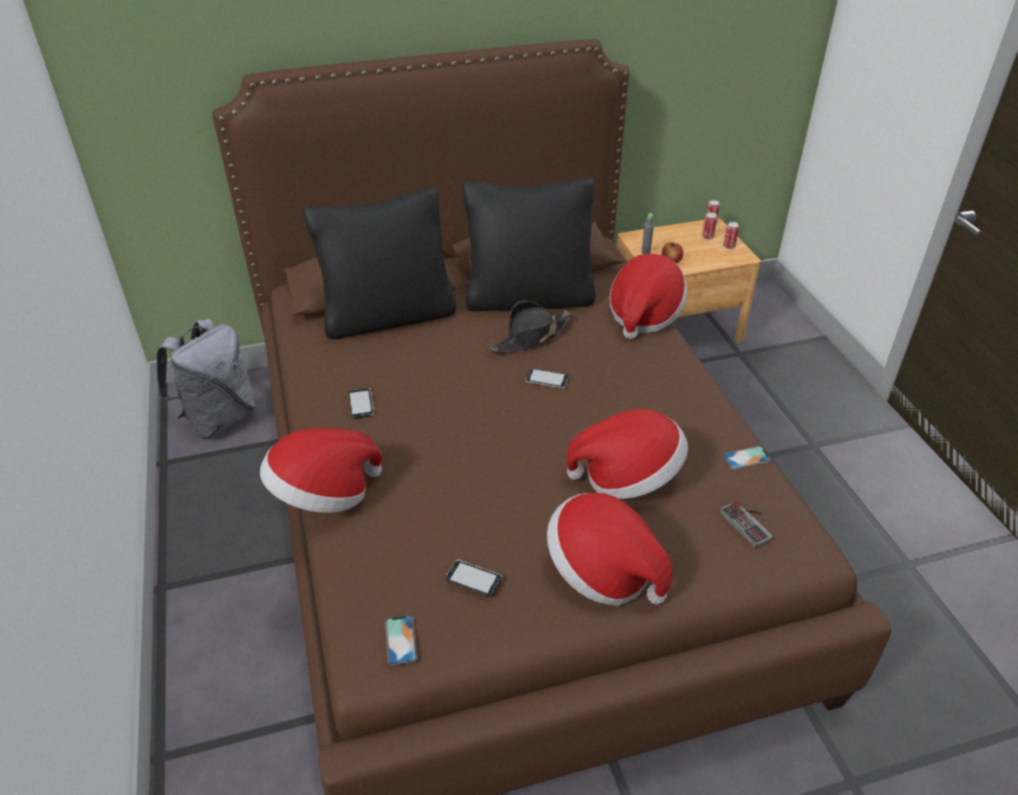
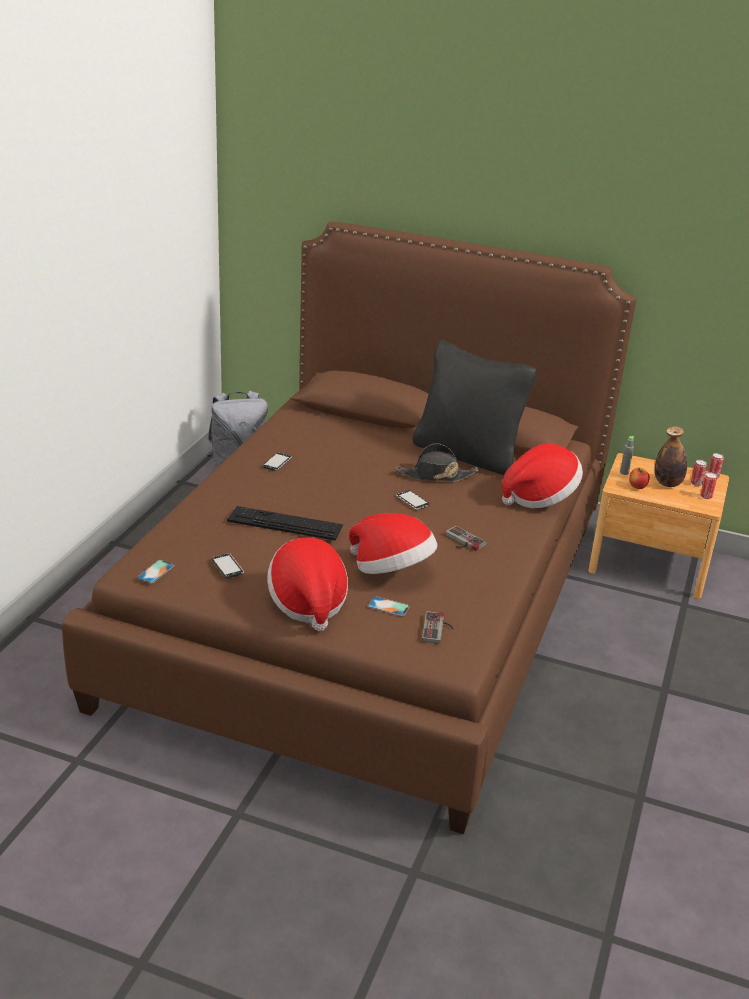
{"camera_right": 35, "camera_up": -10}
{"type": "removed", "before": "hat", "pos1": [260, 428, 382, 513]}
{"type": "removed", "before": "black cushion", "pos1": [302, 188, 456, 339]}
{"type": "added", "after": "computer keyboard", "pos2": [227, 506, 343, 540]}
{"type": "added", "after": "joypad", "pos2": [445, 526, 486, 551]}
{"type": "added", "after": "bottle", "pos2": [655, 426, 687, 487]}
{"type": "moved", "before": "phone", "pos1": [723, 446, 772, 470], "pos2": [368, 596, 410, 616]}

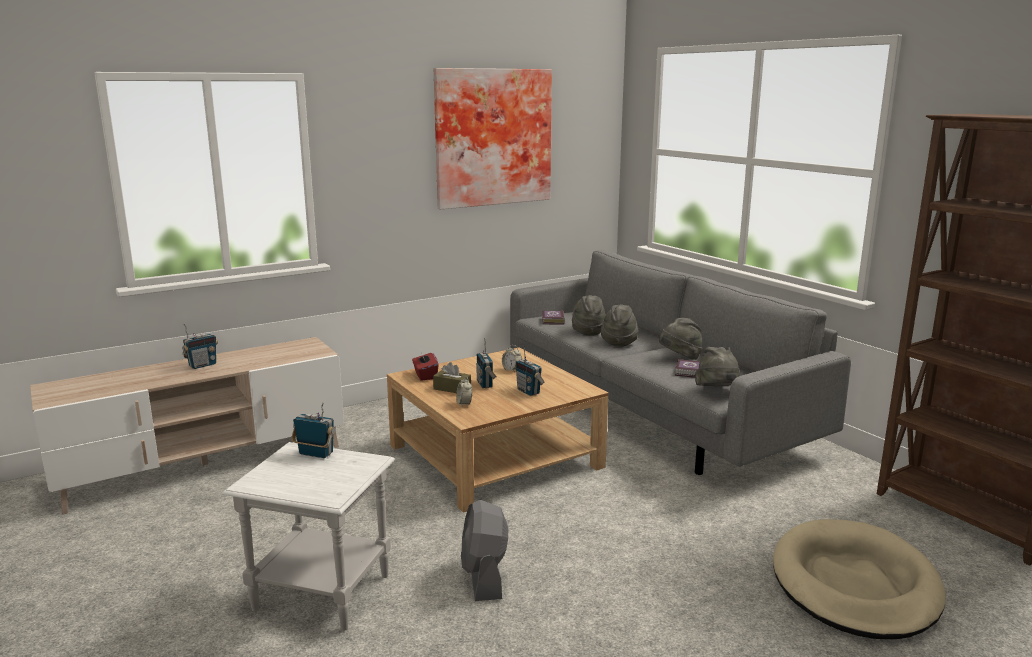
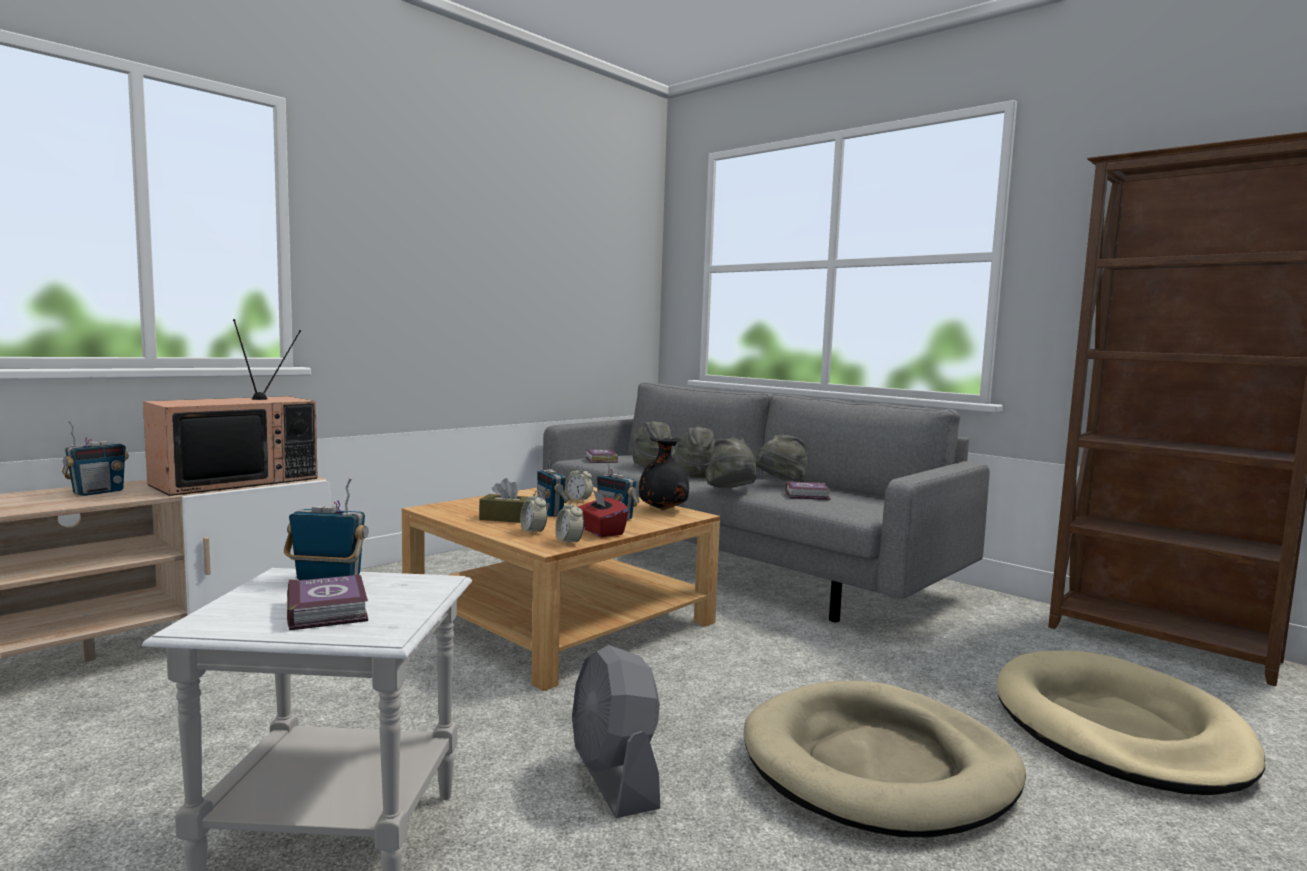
{"camera_right": -15, "camera_up": -10}
{"type": "removed", "before": "wall art", "pos1": [434, 68, 552, 209]}
{"type": "added", "after": "TV set", "pos2": [143, 319, 318, 496]}
{"type": "added", "after": "book", "pos2": [287, 575, 368, 631]}
{"type": "added", "after": "alarm clock", "pos2": [555, 499, 584, 545]}
{"type": "added", "after": "black flower vase", "pos2": [639, 437, 689, 510]}
{"type": "added", "after": "sand-coloured pet bed", "pos2": [743, 681, 1026, 837]}
{"type": "moved", "before": "red-coloured tissue holder", "pos1": [412, 349, 438, 381], "pos2": [578, 490, 629, 537]}
{"type": "moved", "before": "greyish hat", "pos1": [695, 347, 740, 386], "pos2": [706, 437, 756, 488]}

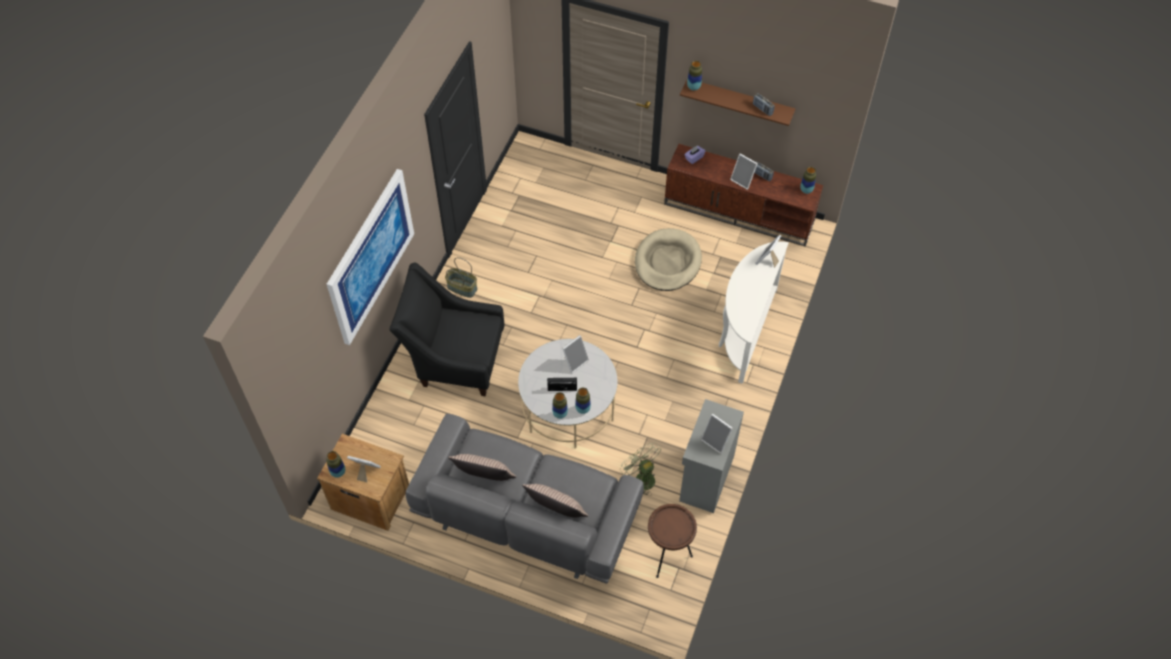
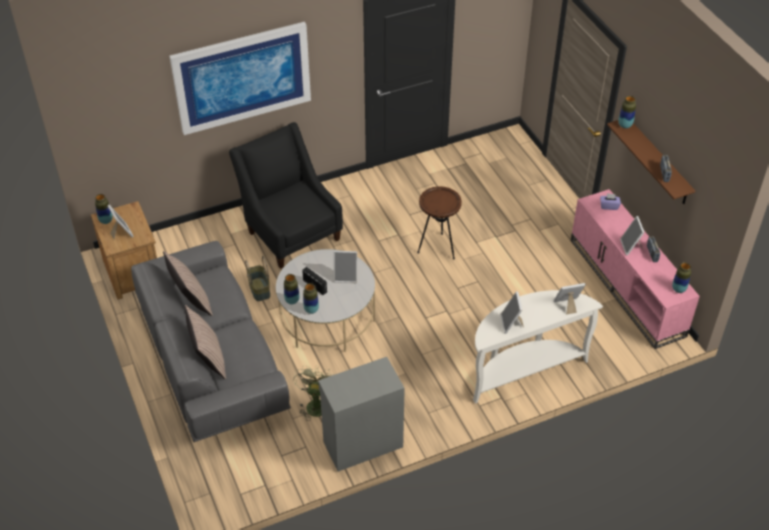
{"camera_right": 45, "camera_up": -10}
{"type": "removed", "before": "sand-coloured pet bed", "pos1": [635, 228, 702, 291]}
{"type": "moved", "before": "basket", "pos1": [445, 257, 477, 298], "pos2": [245, 256, 270, 301]}
{"type": "moved", "before": "brown-coloured end table", "pos1": [648, 504, 697, 578], "pos2": [417, 186, 462, 259]}
{"type": "moved", "before": "standing frame", "pos1": [701, 414, 733, 454], "pos2": [501, 291, 524, 334]}
{"type": "recoloured", "before": "brown-coloured media console", "after": "pink media console", "pos1": [664, 144, 823, 246], "pos2": [571, 189, 700, 349]}

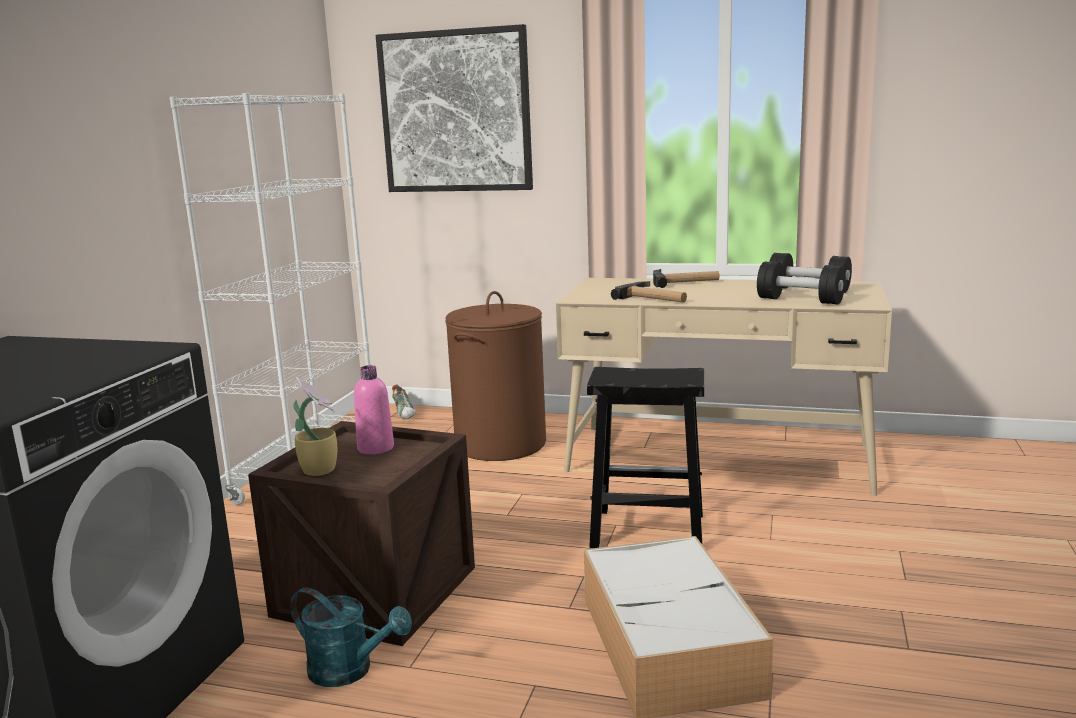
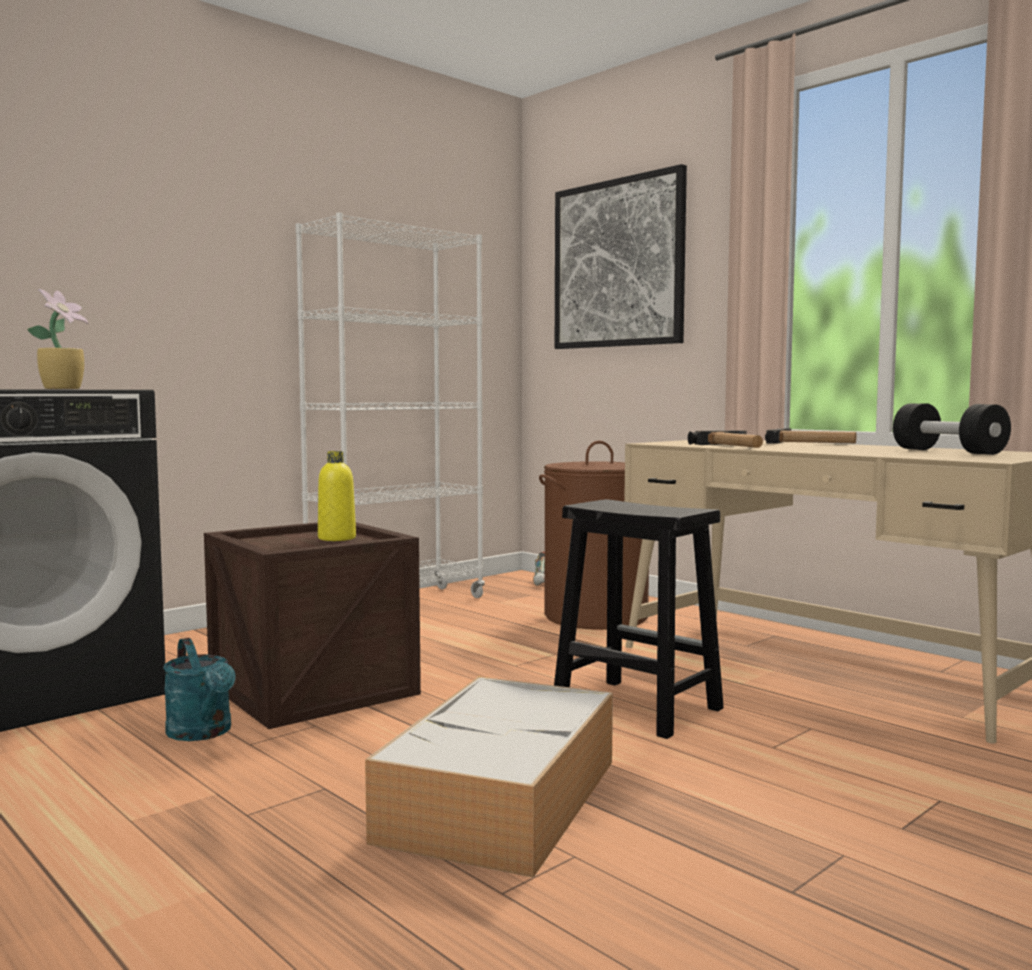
{"camera_right": 30, "camera_up": -10}
{"type": "removed", "before": "black hand weight", "pos1": [757, 262, 845, 304]}
{"type": "moved", "before": "plant in a pot", "pos1": [293, 377, 337, 476], "pos2": [27, 289, 89, 389]}
{"type": "recoloured", "before": "pink bottle", "after": "yellow bottle", "pos1": [354, 365, 394, 454], "pos2": [318, 451, 356, 541]}

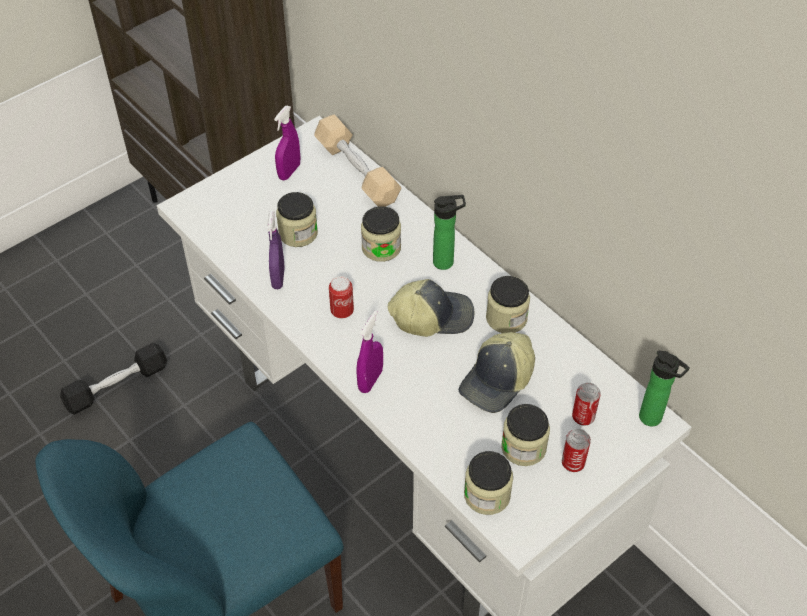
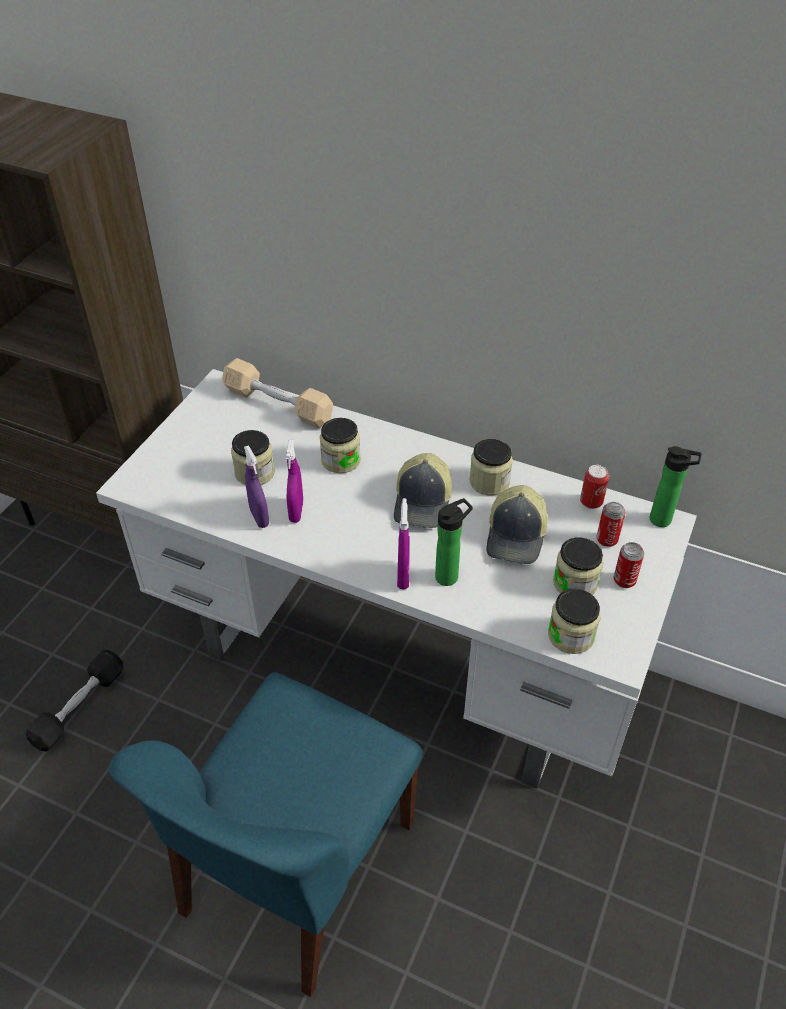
{"camera_right": -25, "camera_up": -5}
{"type": "moved", "before": "purple-coloured hand sprayer", "pos1": [274, 105, 301, 180], "pos2": [286, 440, 303, 523]}
{"type": "moved", "before": "metal can", "pos1": [329, 276, 354, 319], "pos2": [580, 465, 609, 509]}
{"type": "moved", "before": "bottle", "pos1": [433, 195, 466, 270], "pos2": [435, 498, 473, 586]}
{"type": "turned", "before": "cap", "pos1": [388, 279, 474, 337], "pos2": [394, 453, 452, 528], "turn": 135}

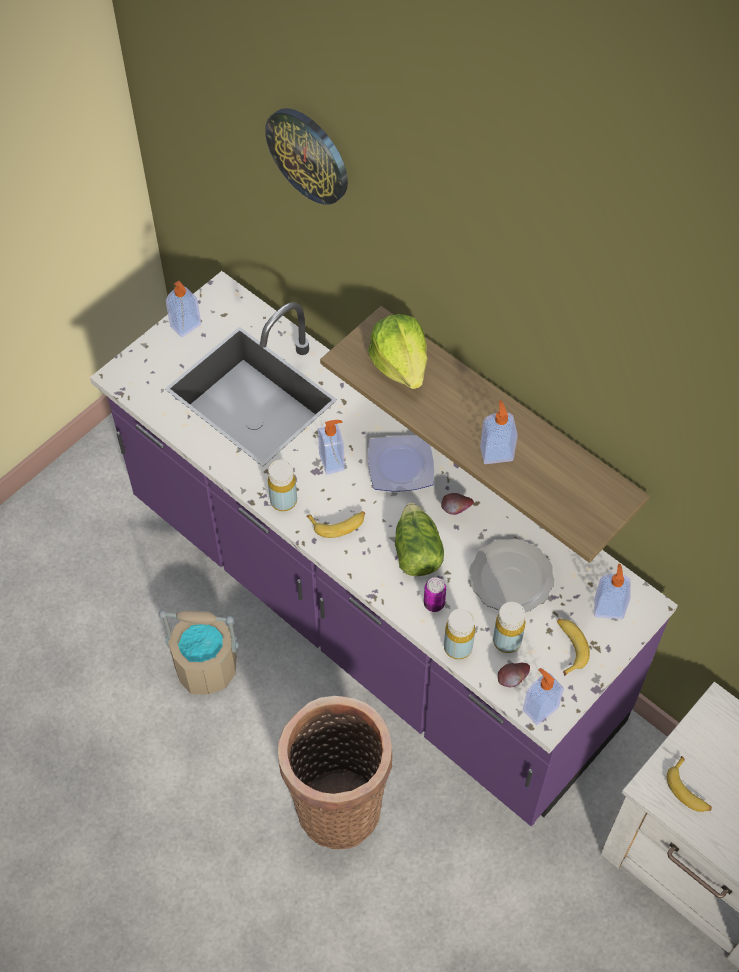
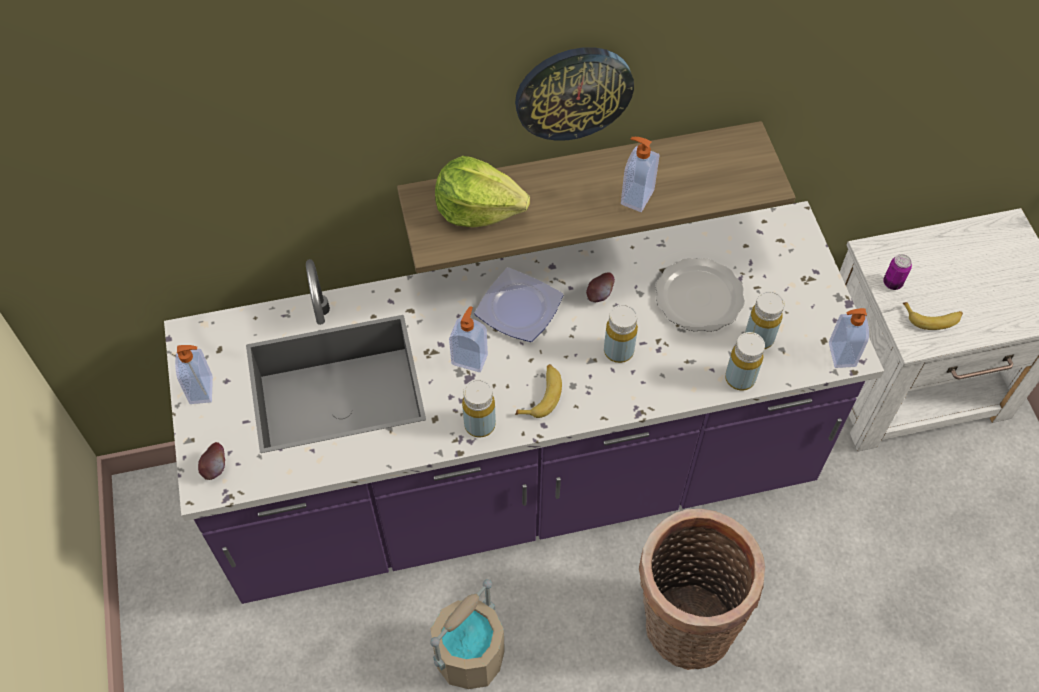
{"camera_right": -55, "camera_up": 0}
{"type": "removed", "before": "banana", "pos1": [557, 618, 590, 676]}
{"type": "removed", "before": "soap bottle", "pos1": [594, 564, 631, 619]}
{"type": "moved", "before": "hanging clock", "pos1": [265, 108, 348, 205], "pos2": [515, 47, 634, 141]}
{"type": "moved", "before": "metal can", "pos1": [424, 577, 446, 612], "pos2": [883, 254, 912, 290]}
{"type": "moved", "before": "apple fruit", "pos1": [498, 663, 530, 687], "pos2": [198, 442, 225, 480]}
{"type": "replaced", "before": "head of lettuce", "after": "yellow bottle", "pos1": [395, 503, 444, 576], "pos2": [604, 304, 638, 363]}

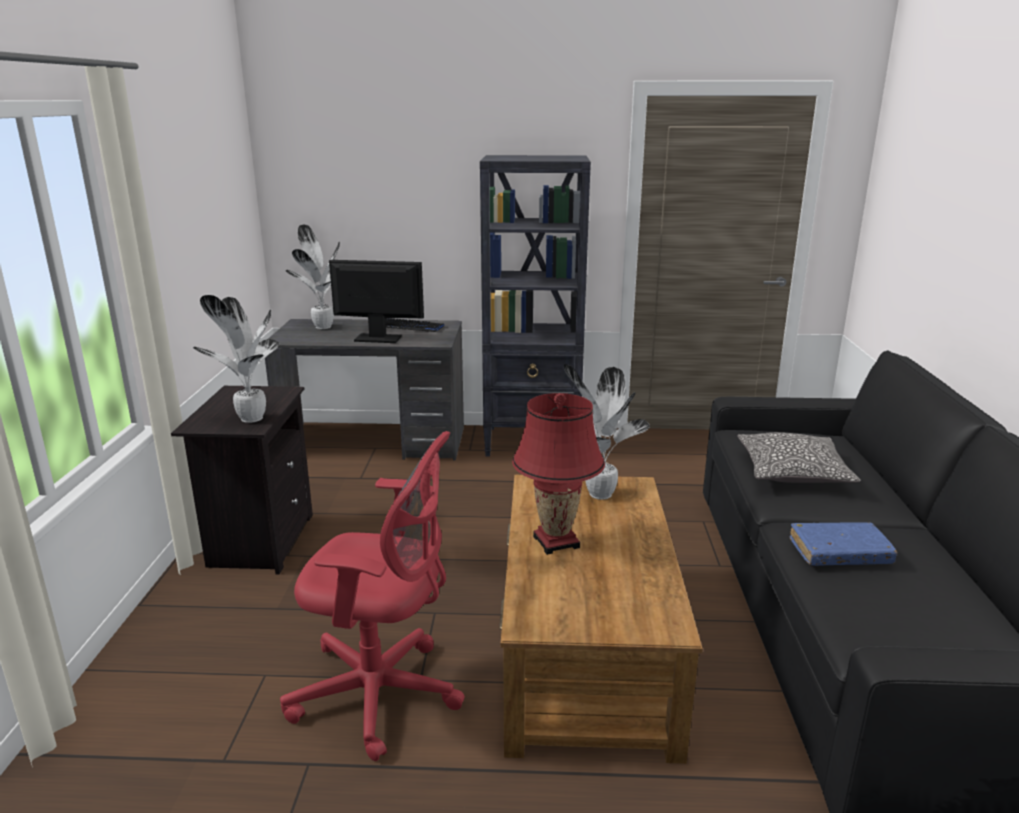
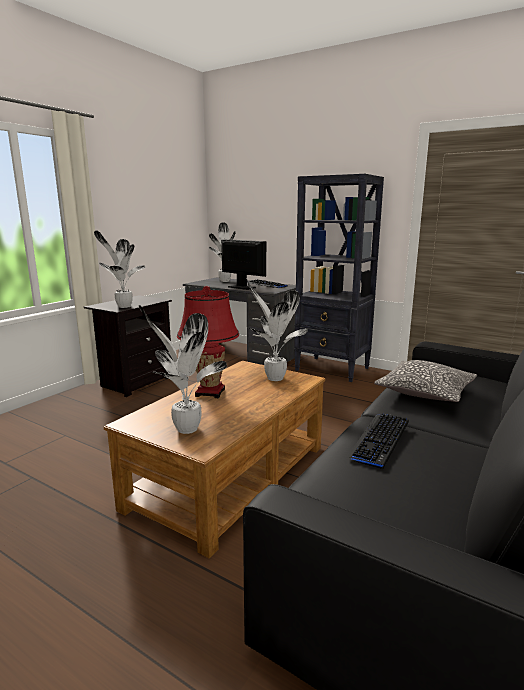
{"camera_right": 30, "camera_up": -5}
{"type": "removed", "before": "red-coloured desk chair", "pos1": [280, 431, 465, 761]}
{"type": "added", "after": "plant in a pot", "pos2": [139, 305, 227, 434]}
{"type": "replaced", "before": "bluish book", "after": "computer keyboard", "pos1": [790, 522, 897, 566], "pos2": [347, 413, 409, 469]}

